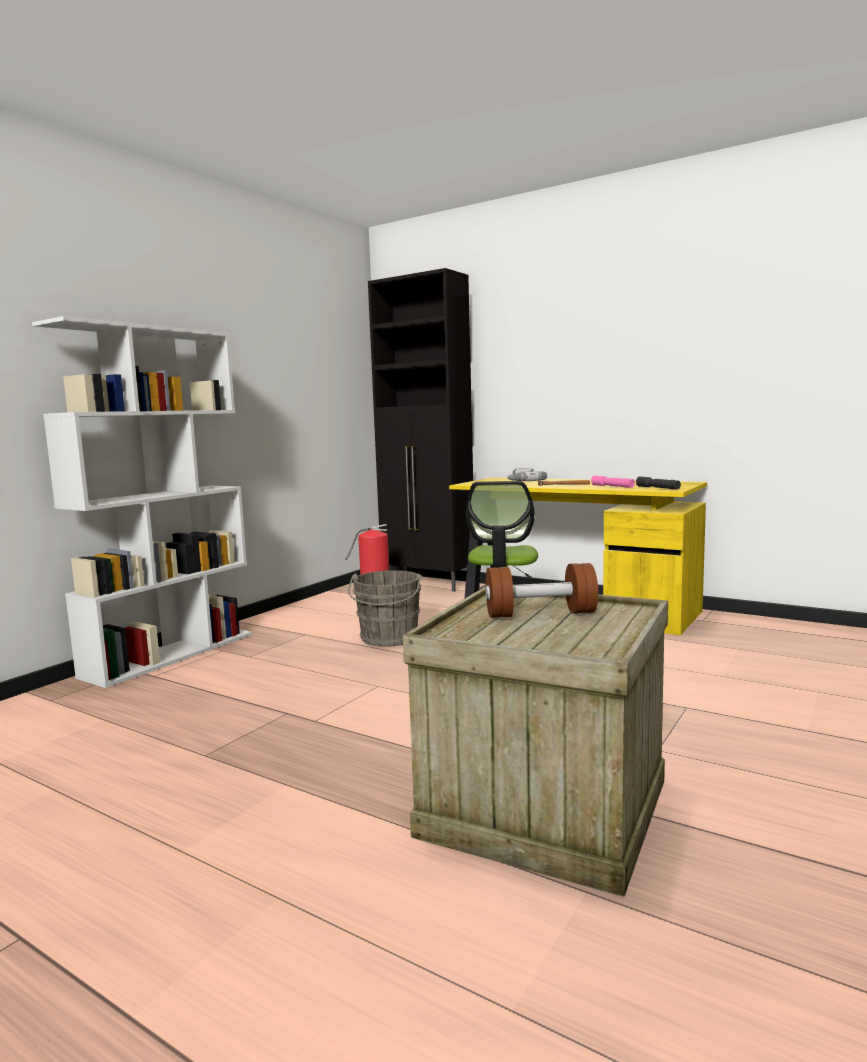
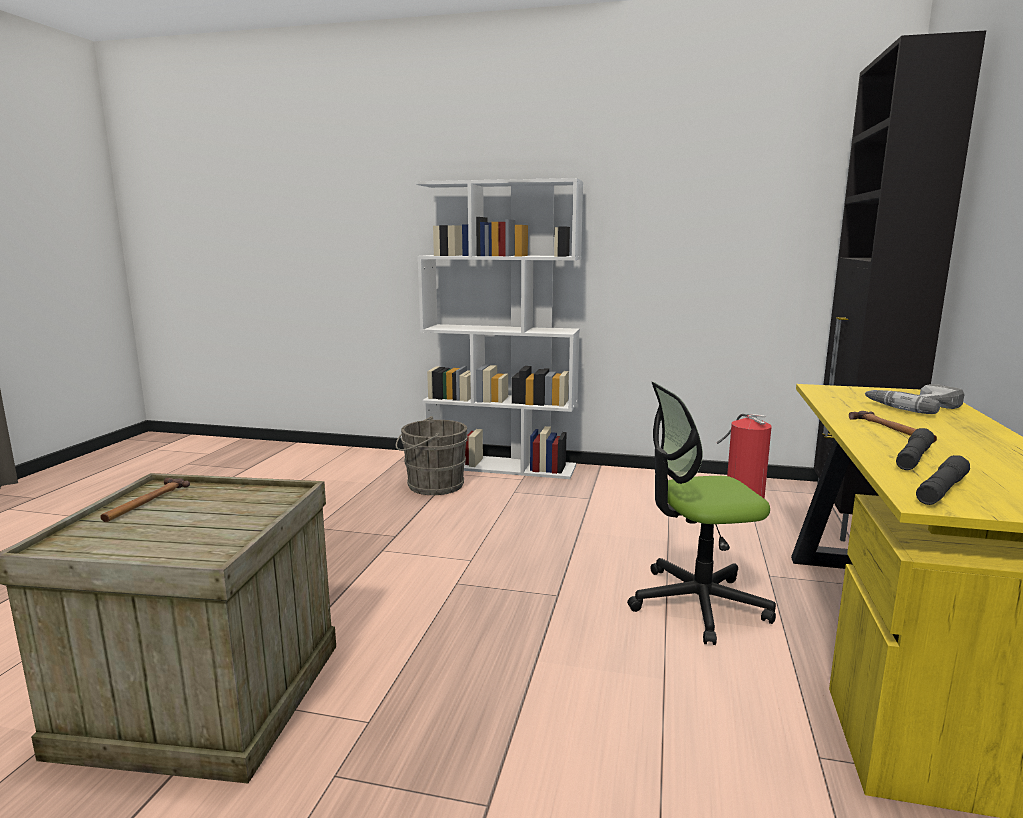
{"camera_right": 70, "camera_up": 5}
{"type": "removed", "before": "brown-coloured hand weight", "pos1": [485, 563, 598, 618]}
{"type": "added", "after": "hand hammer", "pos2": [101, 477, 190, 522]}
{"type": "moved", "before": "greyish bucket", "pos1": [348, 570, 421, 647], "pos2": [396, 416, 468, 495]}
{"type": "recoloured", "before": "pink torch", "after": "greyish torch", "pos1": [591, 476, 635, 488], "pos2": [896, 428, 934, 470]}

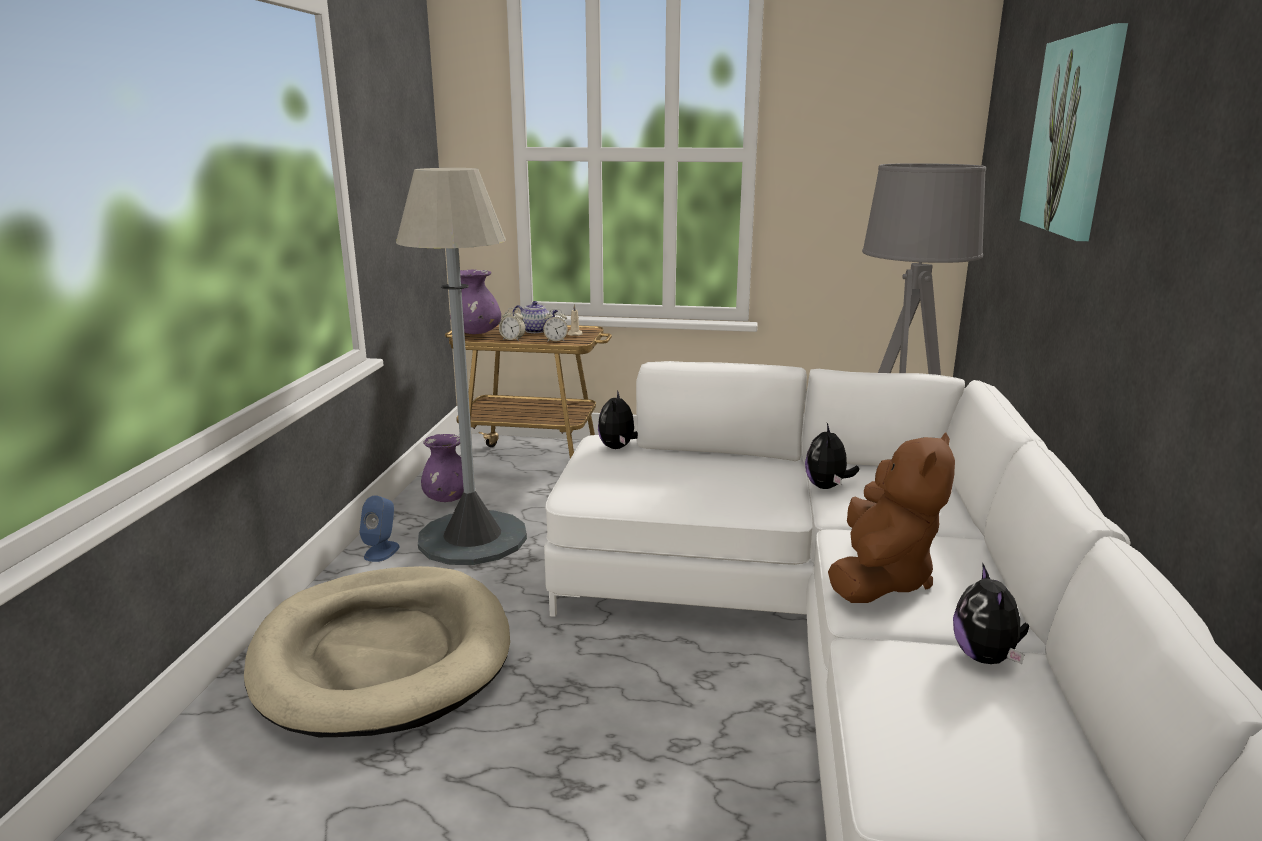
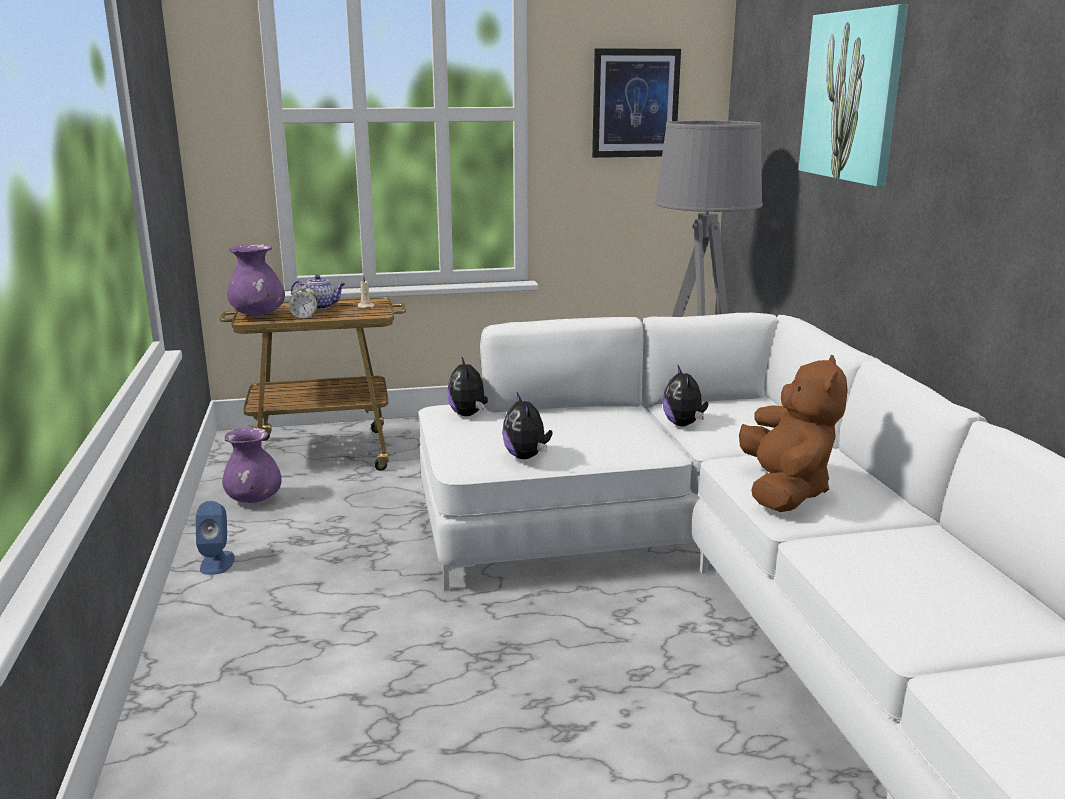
{"camera_right": -20, "camera_up": 0}
{"type": "removed", "before": "sand-coloured pet bed", "pos1": [244, 566, 510, 737]}
{"type": "removed", "before": "greyish floor lamp", "pos1": [396, 168, 527, 565]}
{"type": "removed", "before": "alarm clock", "pos1": [543, 309, 568, 342]}
{"type": "added", "after": "wall art", "pos2": [592, 48, 681, 158]}
{"type": "moved", "before": "cuddly toy", "pos1": [953, 563, 1029, 664], "pos2": [502, 393, 553, 459]}

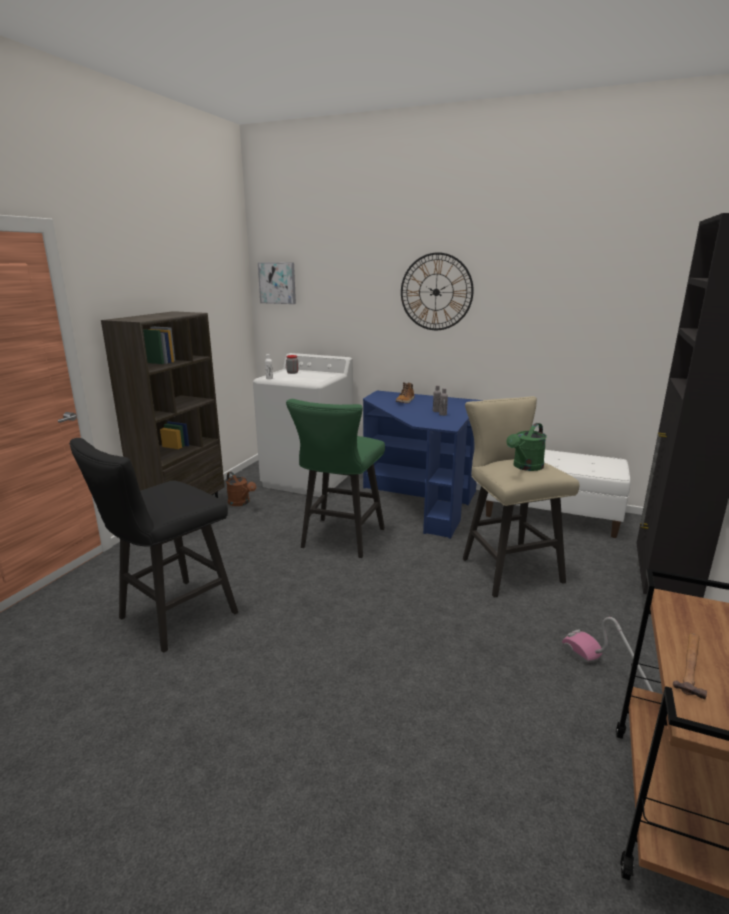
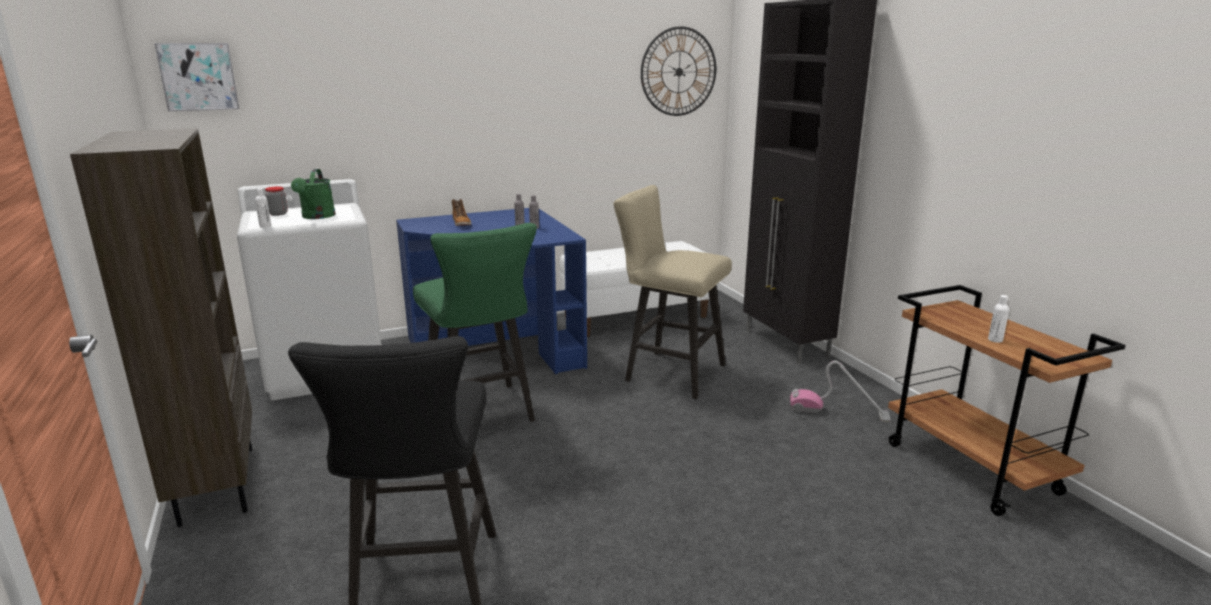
{"camera_right": -45, "camera_up": 0}
{"type": "removed", "before": "brown-coloured watering can", "pos1": [226, 472, 256, 506]}
{"type": "moved", "before": "hanging clock", "pos1": [401, 252, 474, 330], "pos2": [641, 26, 716, 116]}
{"type": "moved", "before": "green-coloured watering can", "pos1": [506, 423, 547, 471], "pos2": [291, 169, 336, 219]}
{"type": "replaced", "before": "hand hammer", "after": "whitish bottle", "pos1": [673, 633, 707, 699], "pos2": [988, 295, 1009, 343]}

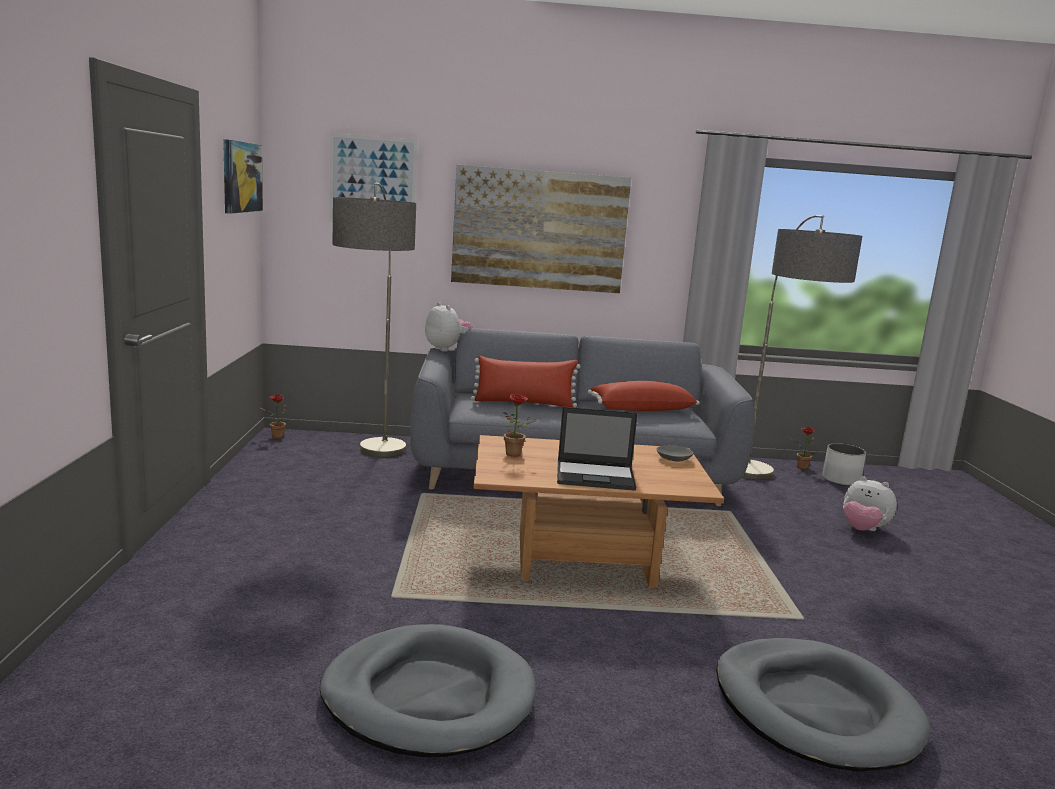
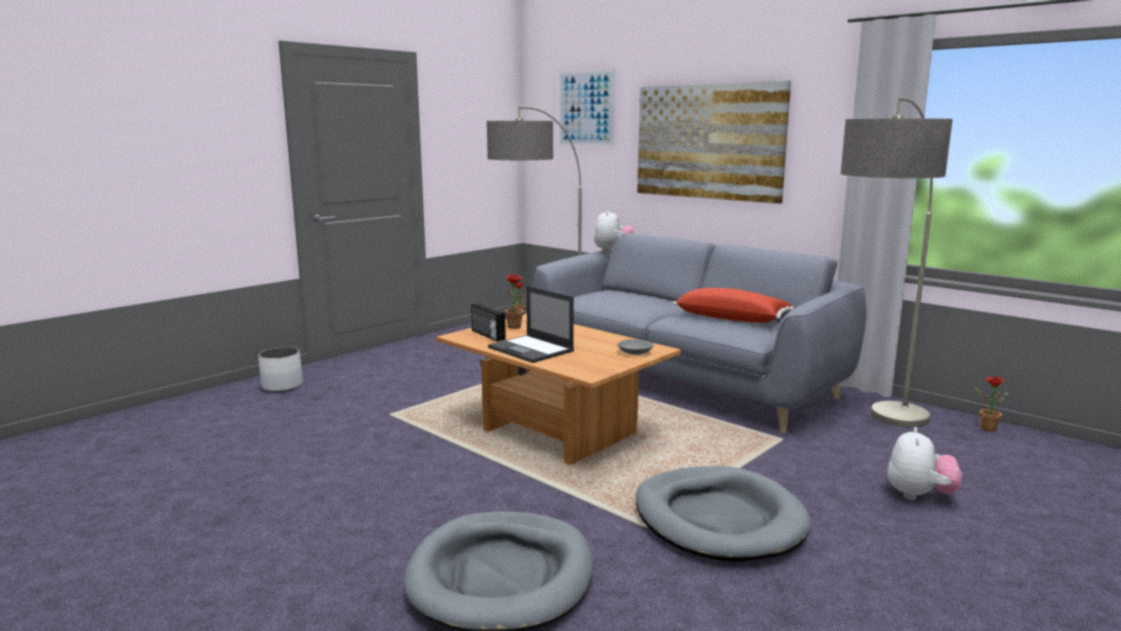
{"camera_right": 45, "camera_up": 0}
{"type": "removed", "before": "wall art", "pos1": [223, 139, 263, 214]}
{"type": "removed", "before": "red-coloured cushion", "pos1": [471, 355, 581, 407]}
{"type": "added", "after": "radio set", "pos2": [471, 303, 506, 342]}
{"type": "moved", "before": "greyish pet bed", "pos1": [320, 624, 536, 757], "pos2": [636, 466, 811, 562]}
{"type": "moved", "before": "whitish plant pot", "pos1": [822, 443, 866, 486], "pos2": [258, 347, 303, 392]}
{"type": "turned", "before": "cuddly toy", "pos1": [843, 476, 897, 531], "pos2": [888, 427, 962, 500], "turn": -150}

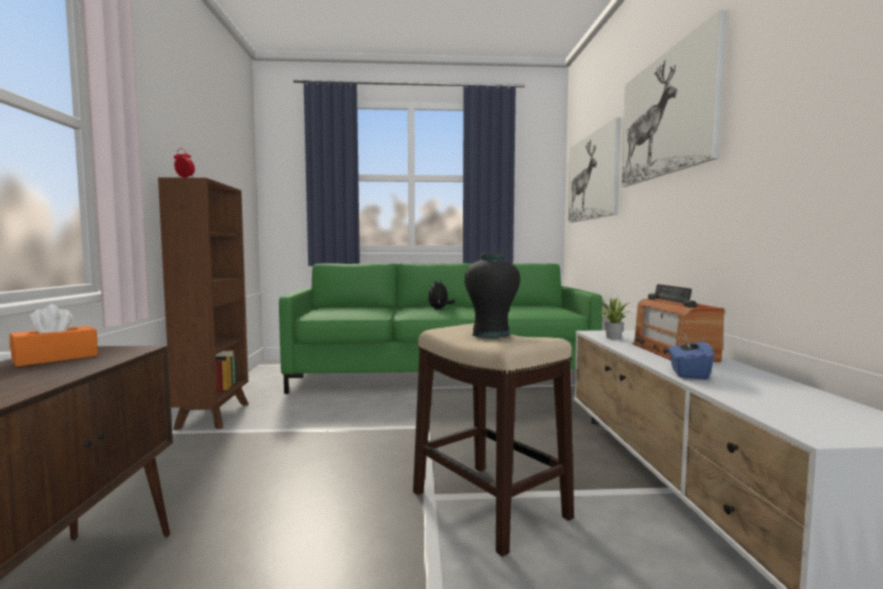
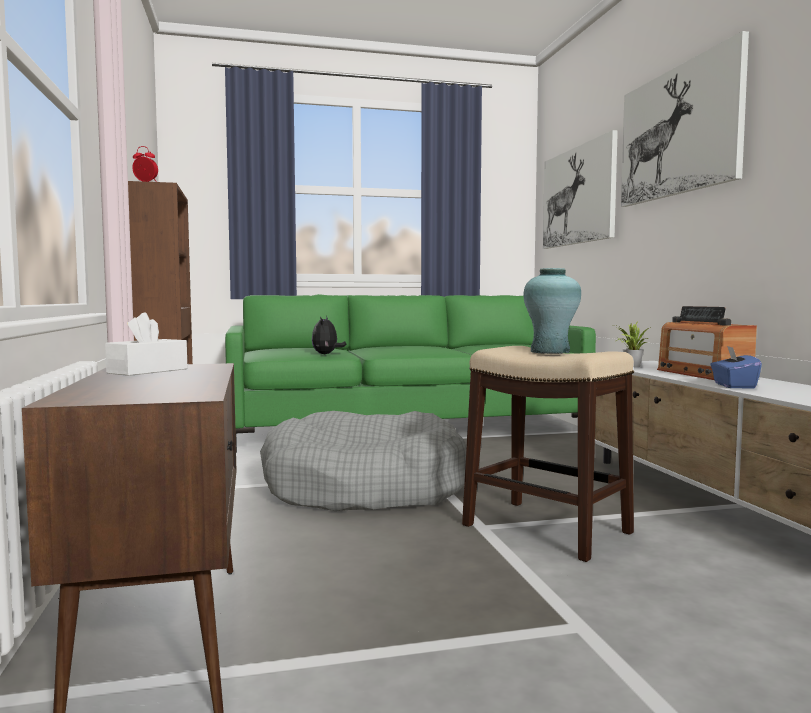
{"camera_right": -10, "camera_up": 0}
{"type": "added", "after": "greyish pet bed", "pos2": [260, 411, 466, 511]}
{"type": "moved", "before": "cuddly toy", "pos1": [428, 279, 455, 309], "pos2": [312, 316, 346, 354]}
{"type": "recoloured", "before": "orange-coloured tissue holder", "after": "whitish tissue holder", "pos1": [9, 304, 98, 367], "pos2": [105, 312, 188, 376]}
{"type": "recoloured", "before": "black flower vase", "after": "turquoise flower vase", "pos1": [465, 254, 520, 338], "pos2": [523, 268, 581, 354]}

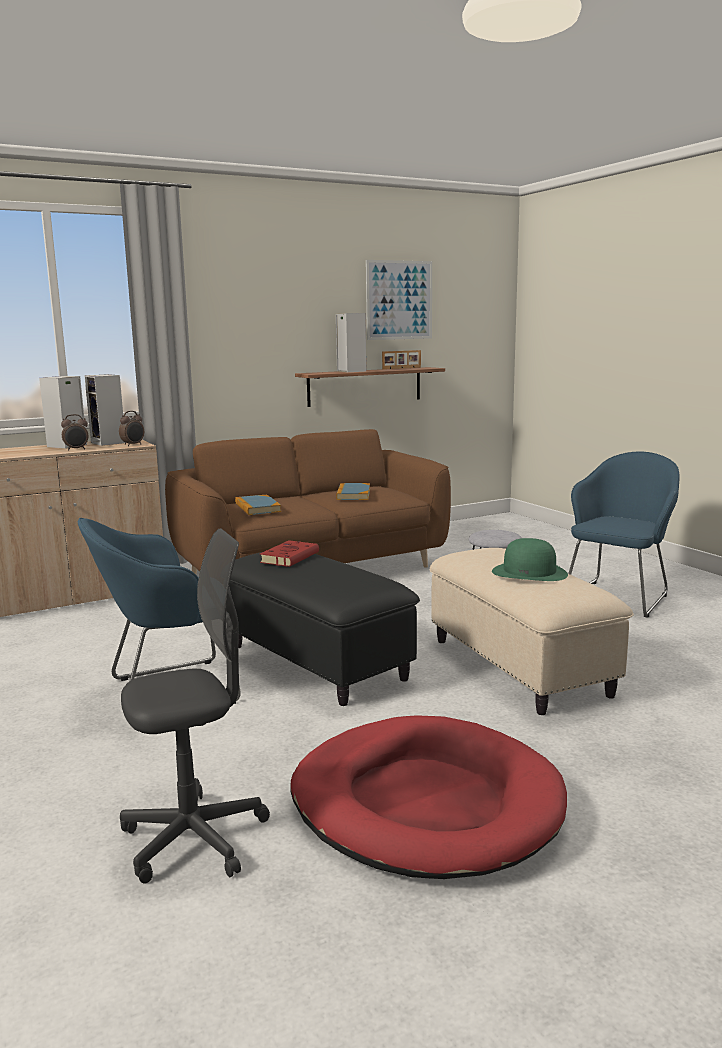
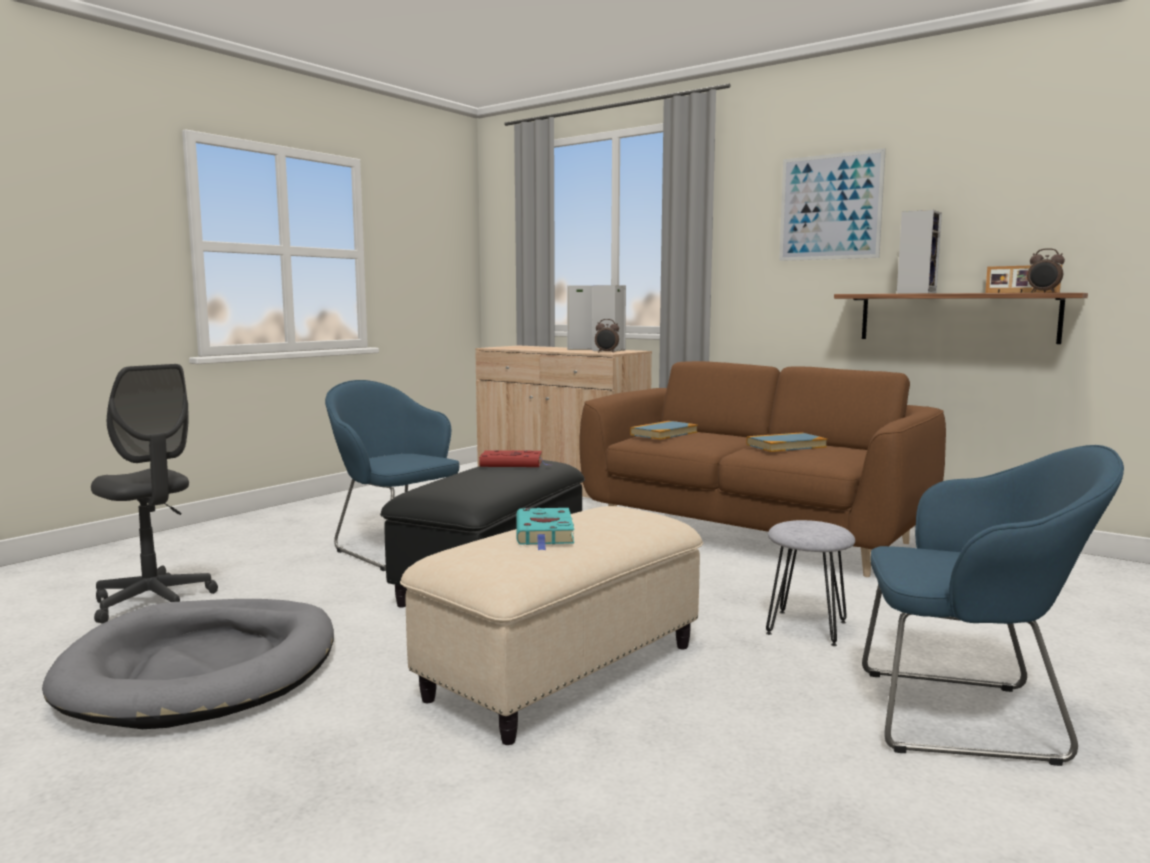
{"camera_right": 65, "camera_up": -5}
{"type": "moved", "before": "alarm clock", "pos1": [61, 414, 88, 450], "pos2": [1027, 248, 1065, 292]}
{"type": "moved", "before": "wall art", "pos1": [366, 260, 432, 340], "pos2": [779, 148, 886, 261]}
{"type": "replaced", "before": "green-coloured hat", "after": "turquoise book", "pos1": [492, 538, 568, 581], "pos2": [516, 508, 574, 550]}
{"type": "recoloured", "before": "red-coloured pet bed", "after": "greyish pet bed", "pos1": [291, 715, 567, 879], "pos2": [42, 599, 334, 729]}

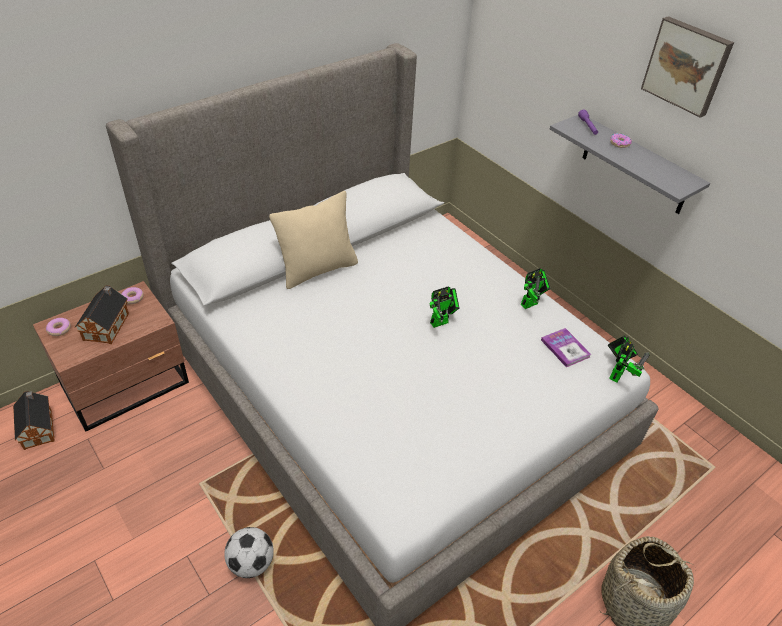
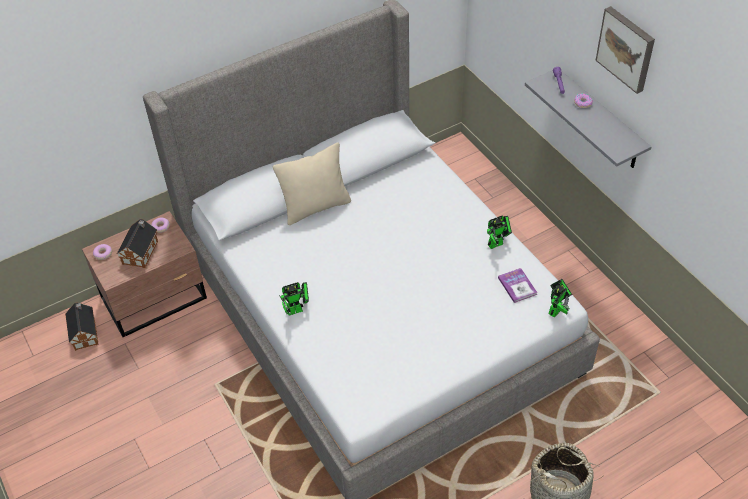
{"camera_right": 10, "camera_up": 5}
{"type": "removed", "before": "football ball", "pos1": [224, 527, 274, 578]}
{"type": "moved", "before": "model robot", "pos1": [430, 286, 460, 328], "pos2": [279, 282, 309, 316]}

